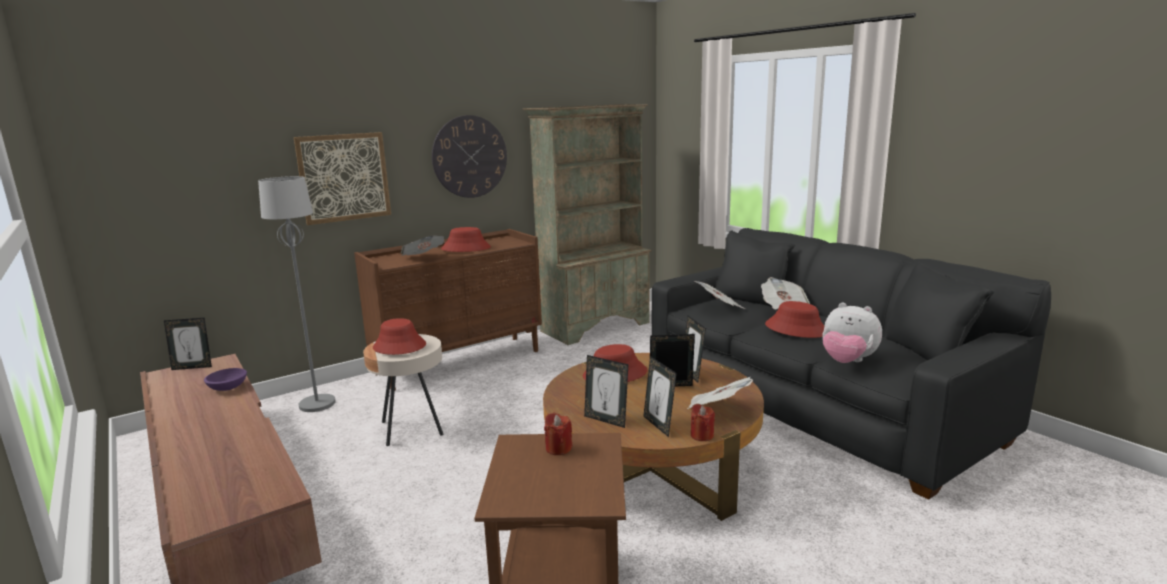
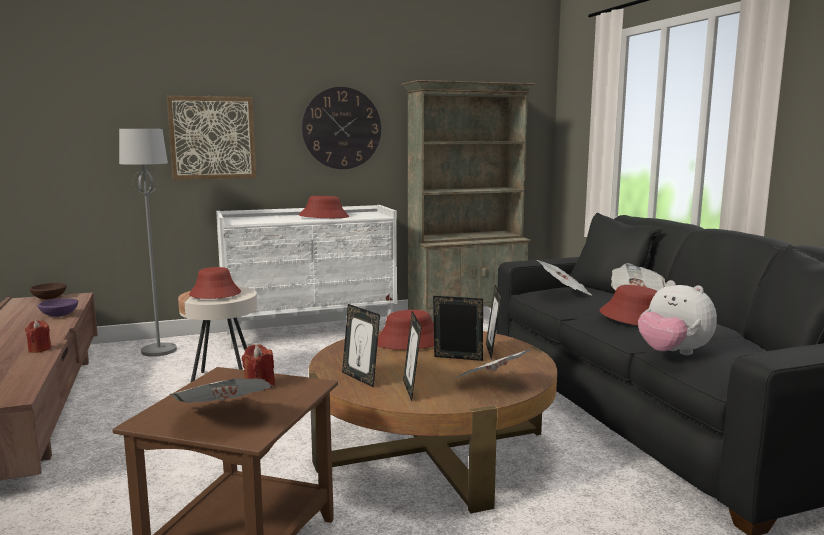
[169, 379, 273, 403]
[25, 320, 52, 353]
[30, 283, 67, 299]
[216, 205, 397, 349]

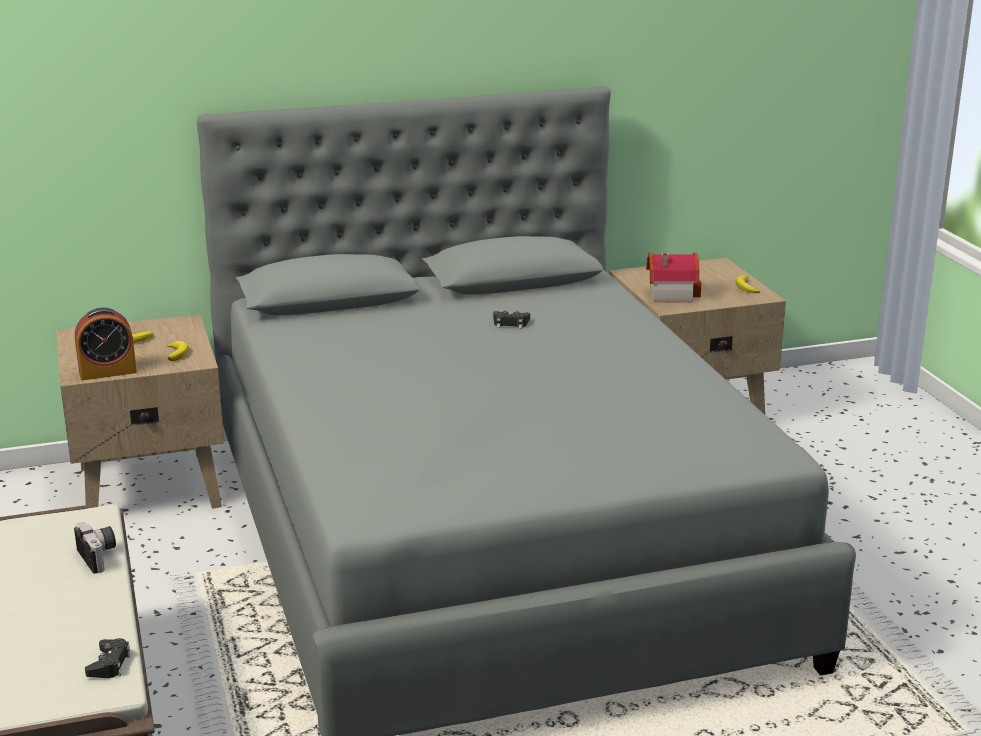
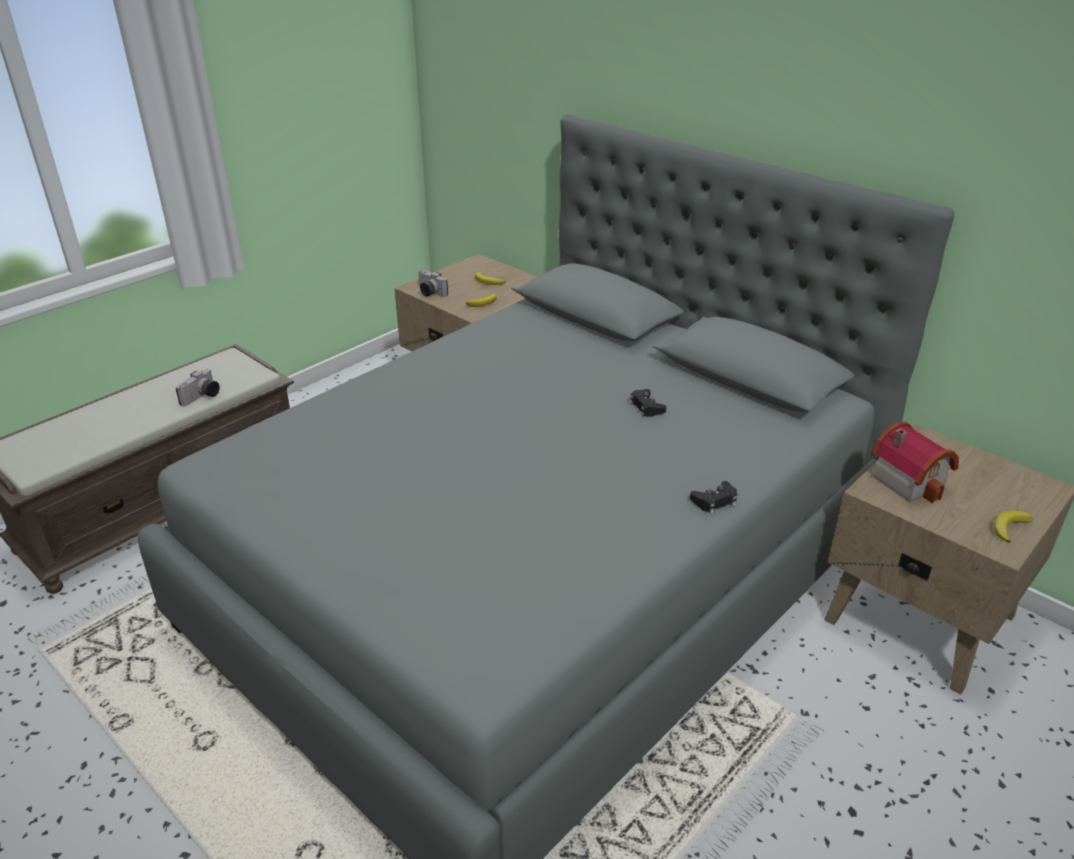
[690, 481, 738, 514]
[418, 270, 448, 297]

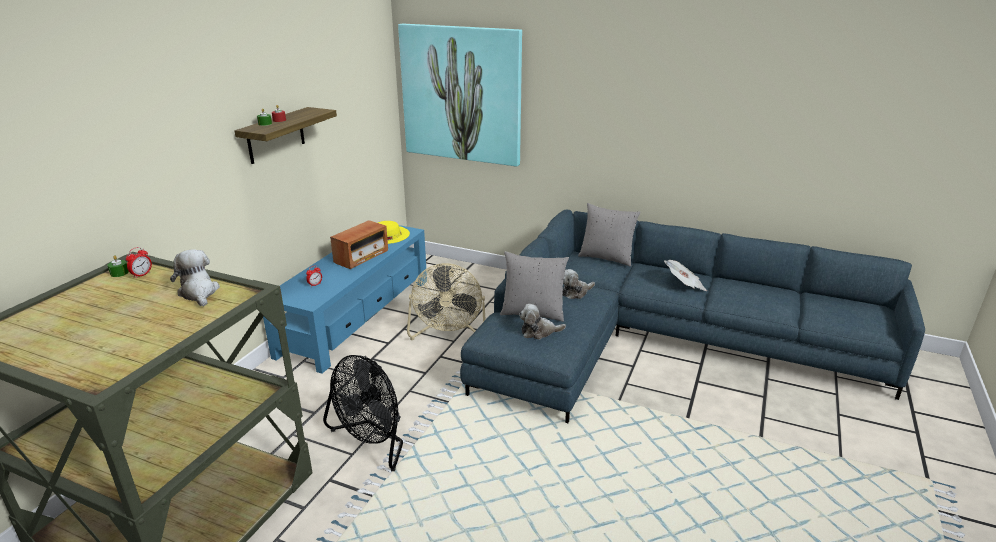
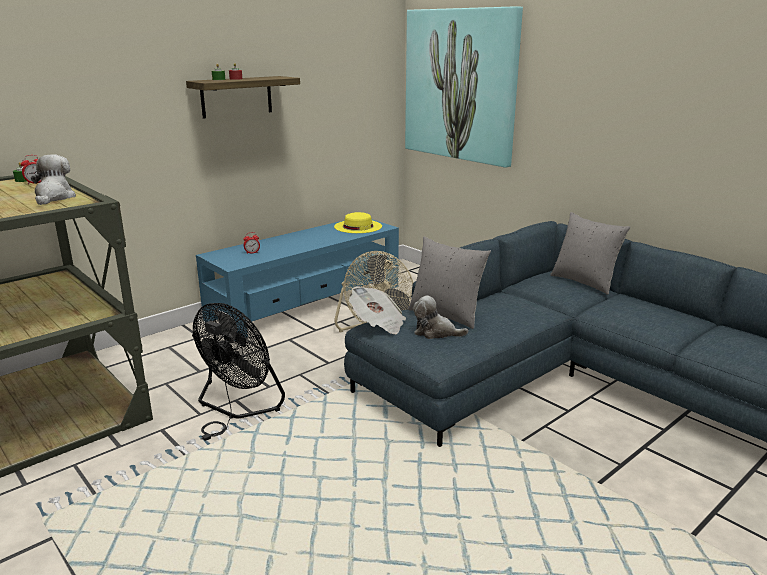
[330, 220, 388, 269] (first image)
[563, 269, 595, 299] (first image)
[349, 286, 406, 334]
[192, 303, 285, 441]

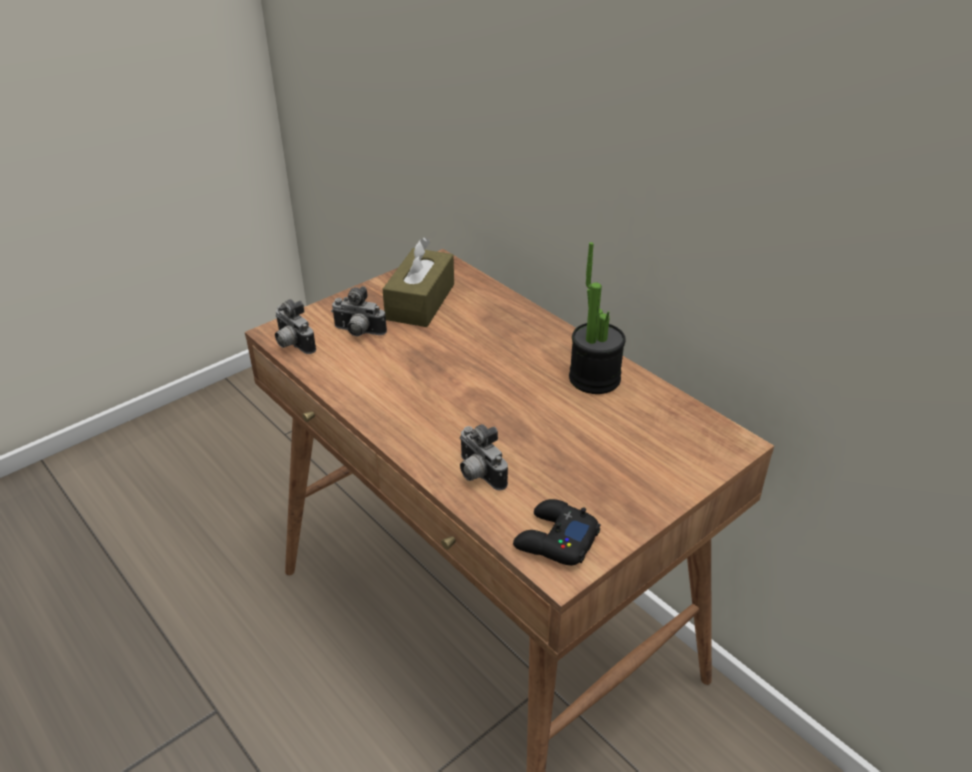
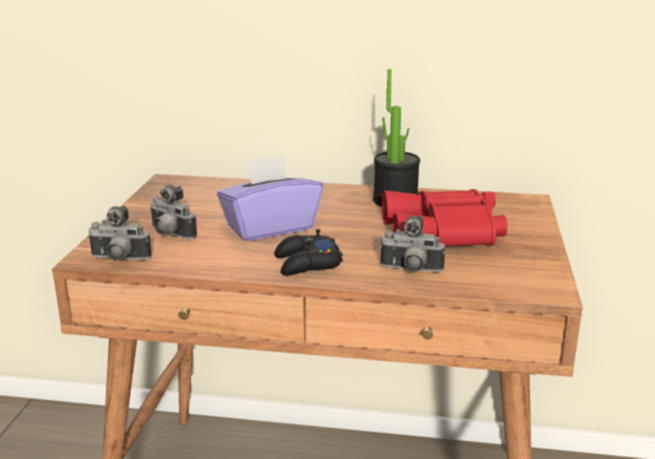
[383, 237, 454, 327] (first image)
[217, 154, 323, 241]
[382, 189, 507, 246]
[274, 229, 343, 276]
[150, 185, 197, 240]

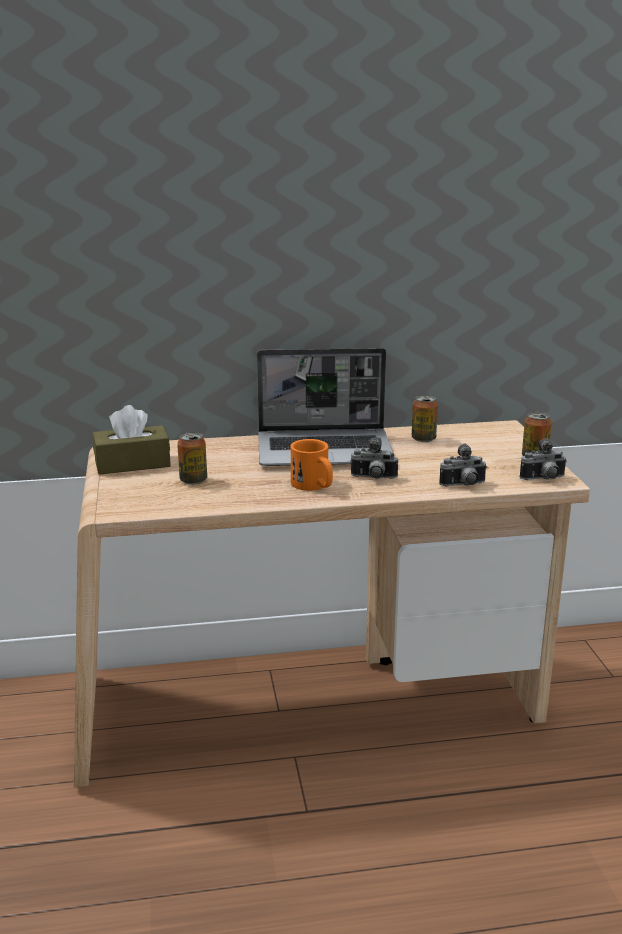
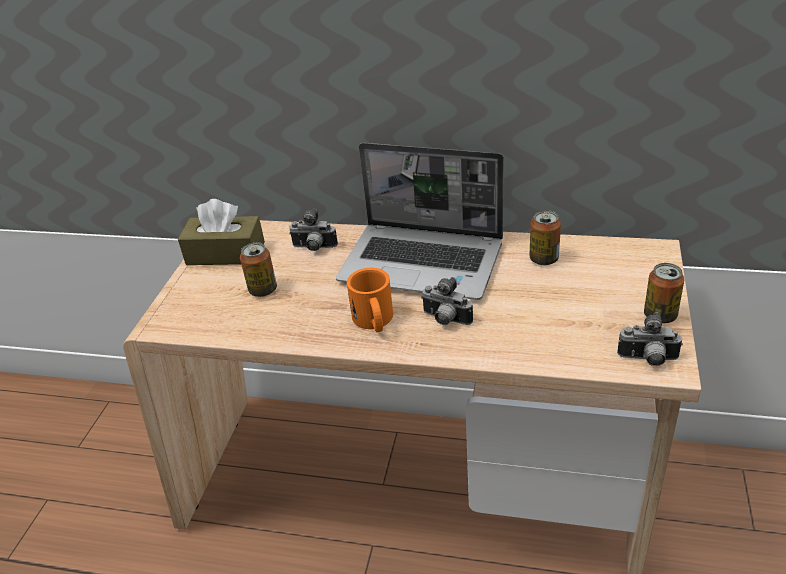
[289, 209, 338, 251]

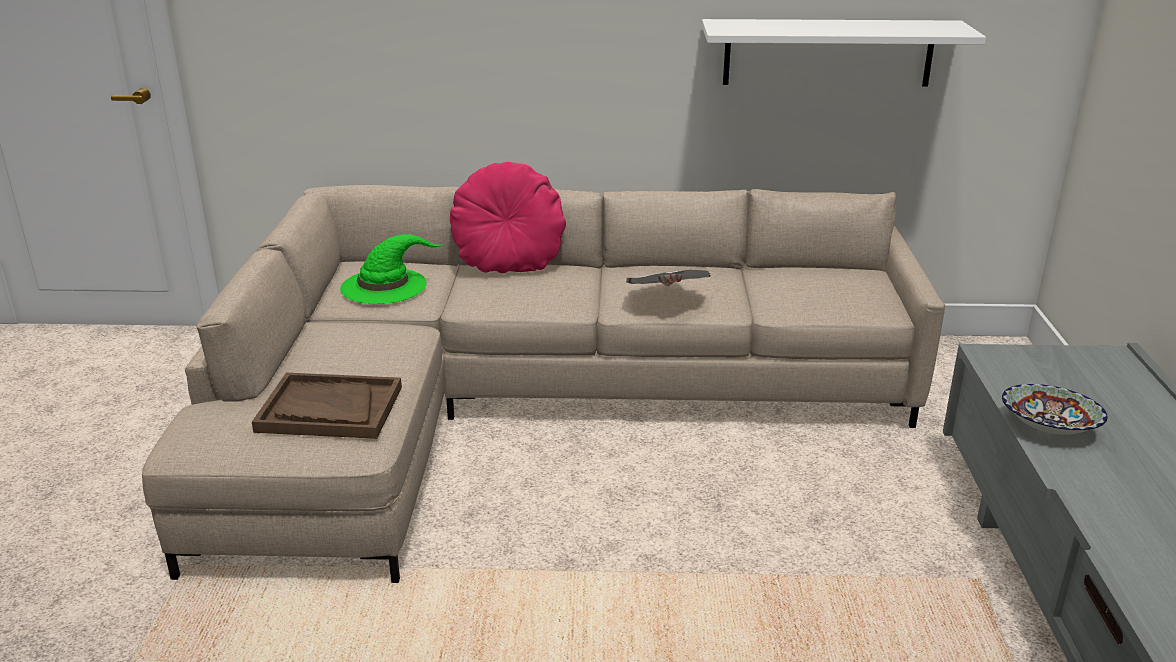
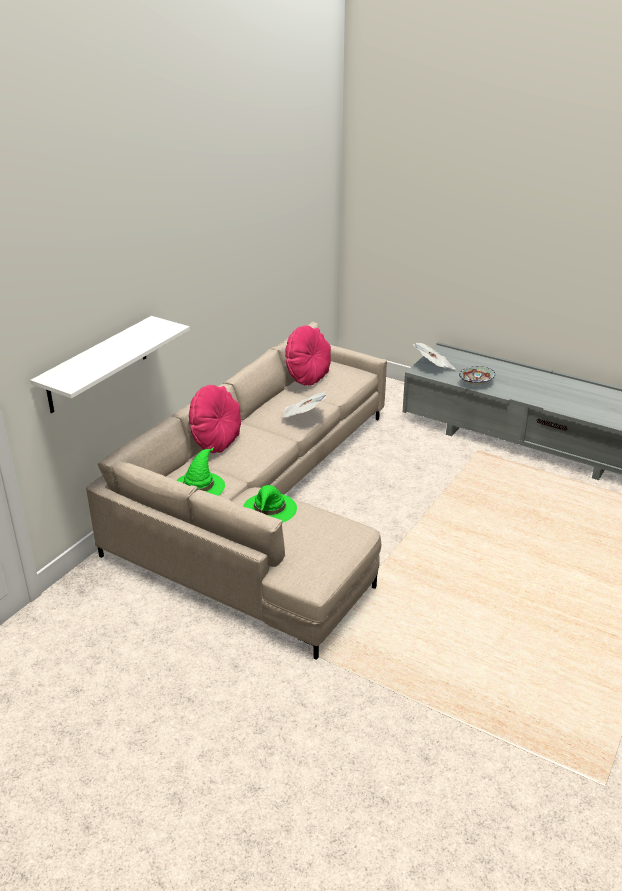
[252, 373, 402, 439] (first image)
[243, 485, 297, 523]
[285, 326, 331, 386]
[413, 343, 456, 370]
[30, 316, 190, 413]

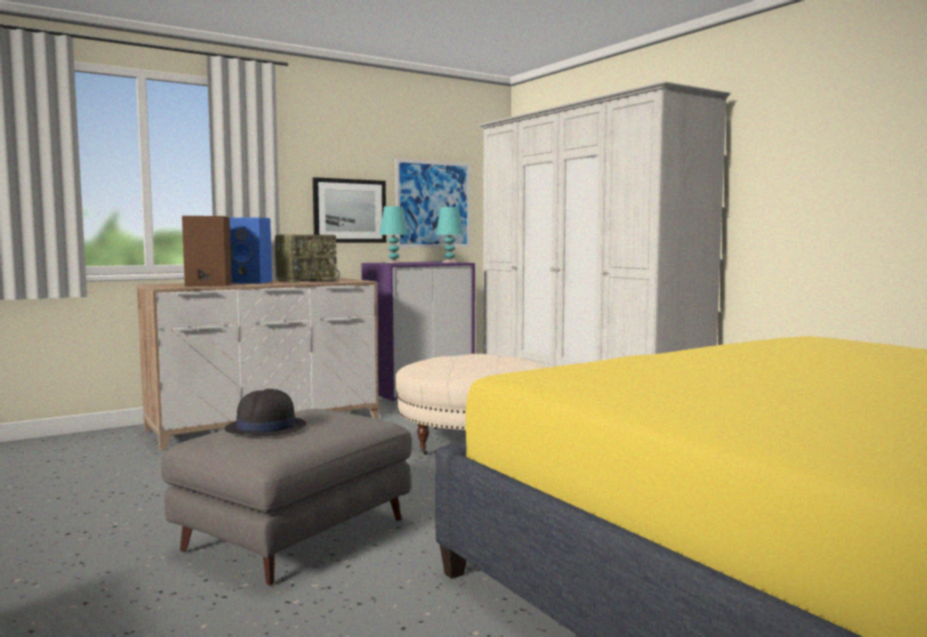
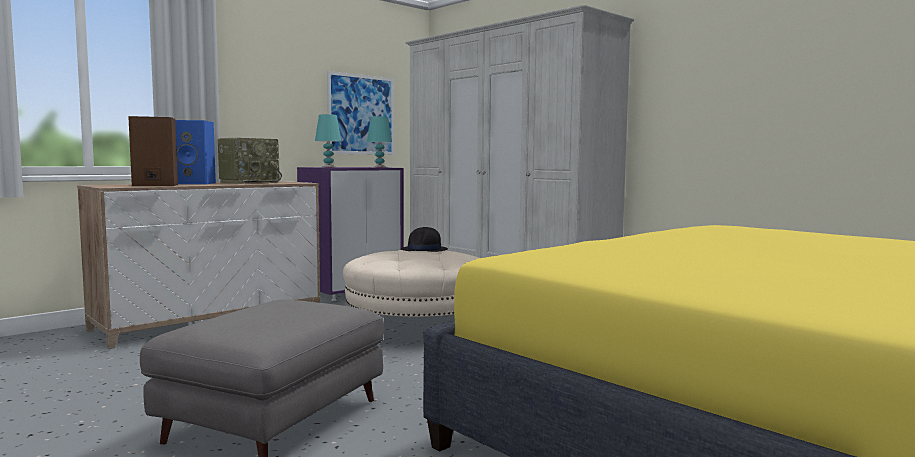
[313, 177, 386, 243] (first image)
[401, 227, 448, 252]

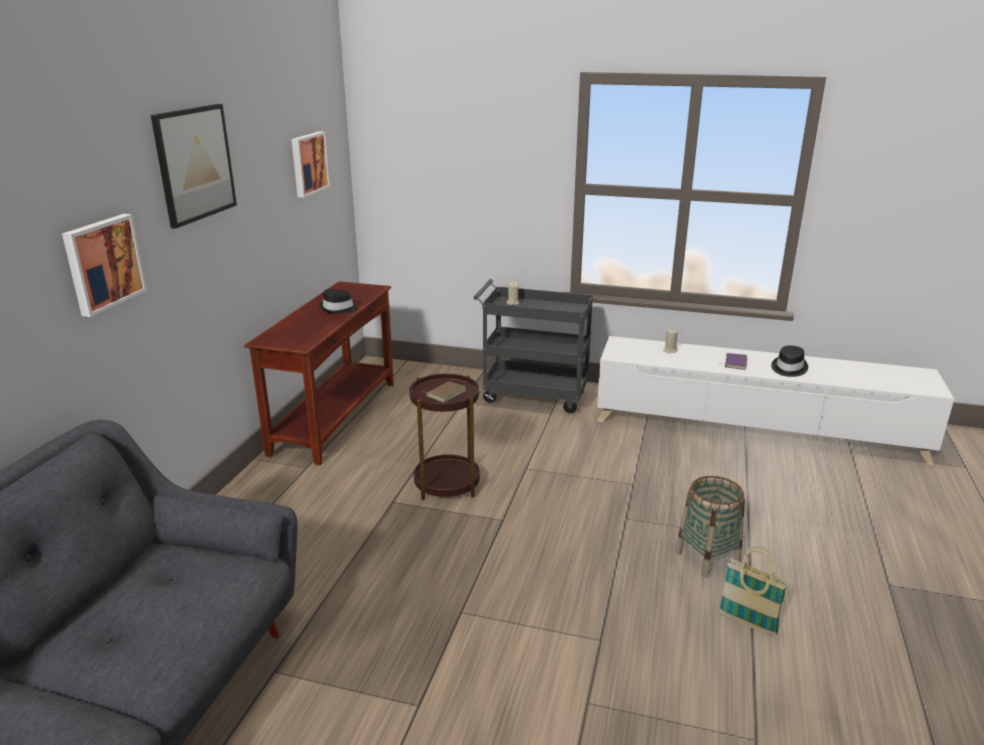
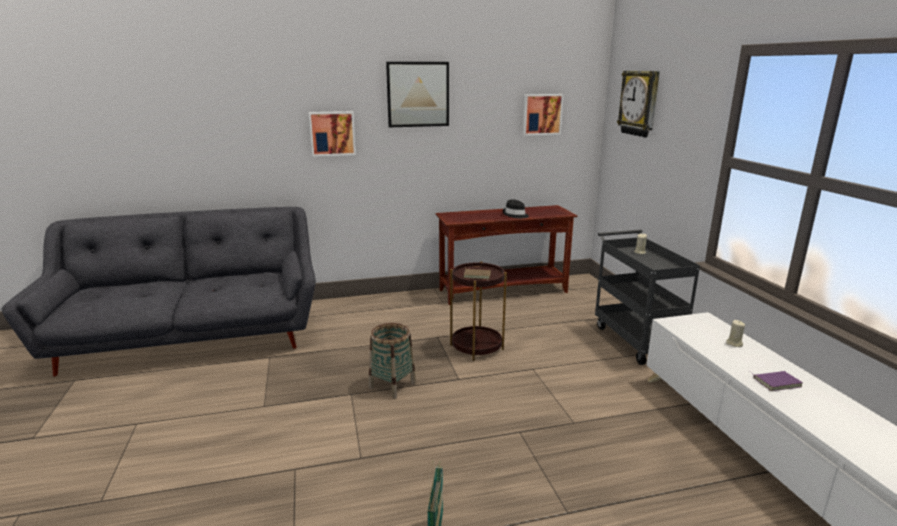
[771, 345, 808, 377] (first image)
[617, 71, 660, 137]
[369, 323, 416, 399]

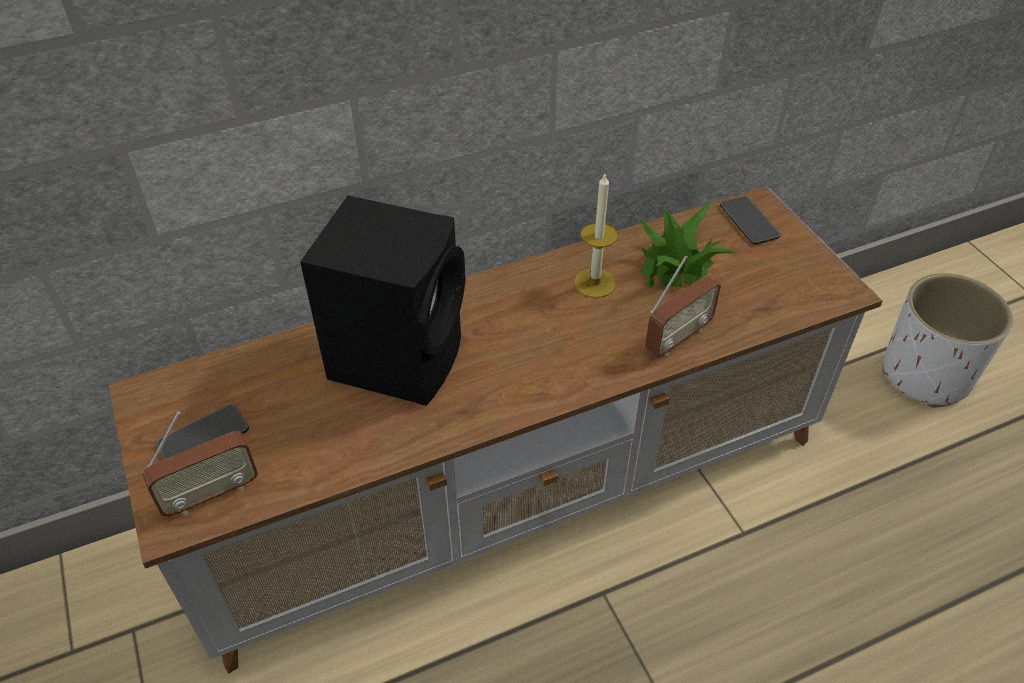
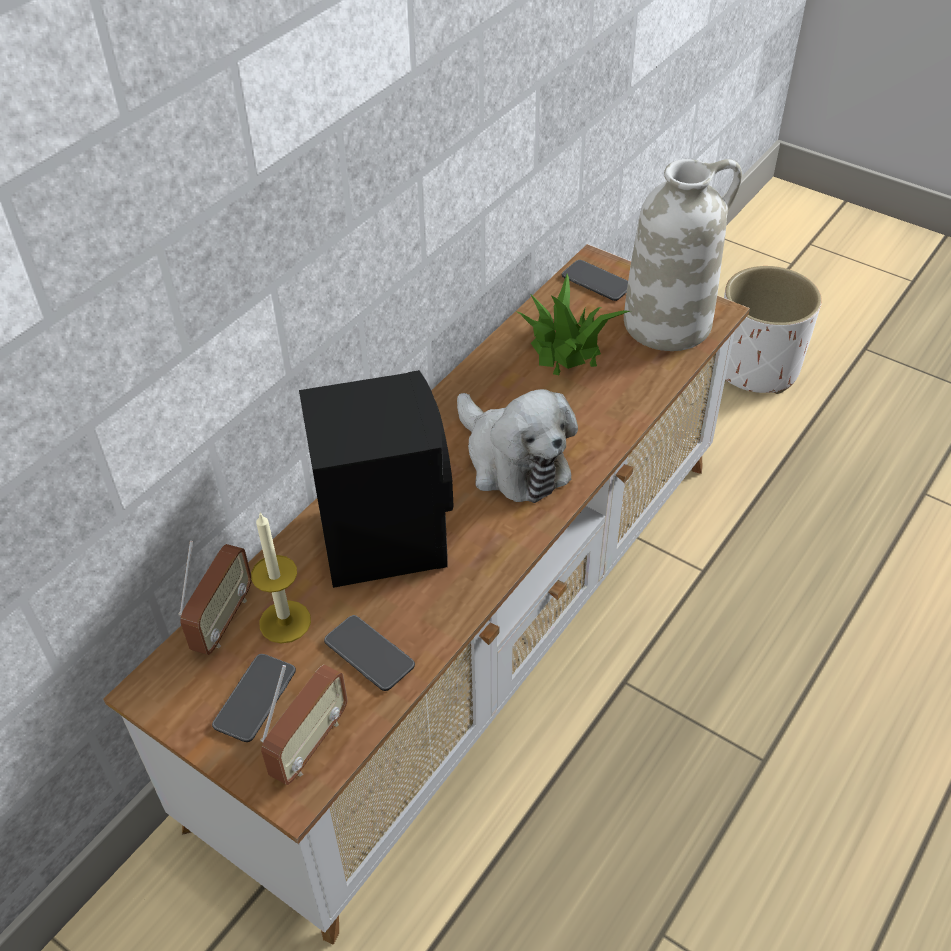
[324, 615, 415, 691]
[457, 389, 578, 503]
[624, 159, 742, 351]
[251, 512, 311, 643]
[178, 541, 252, 655]

